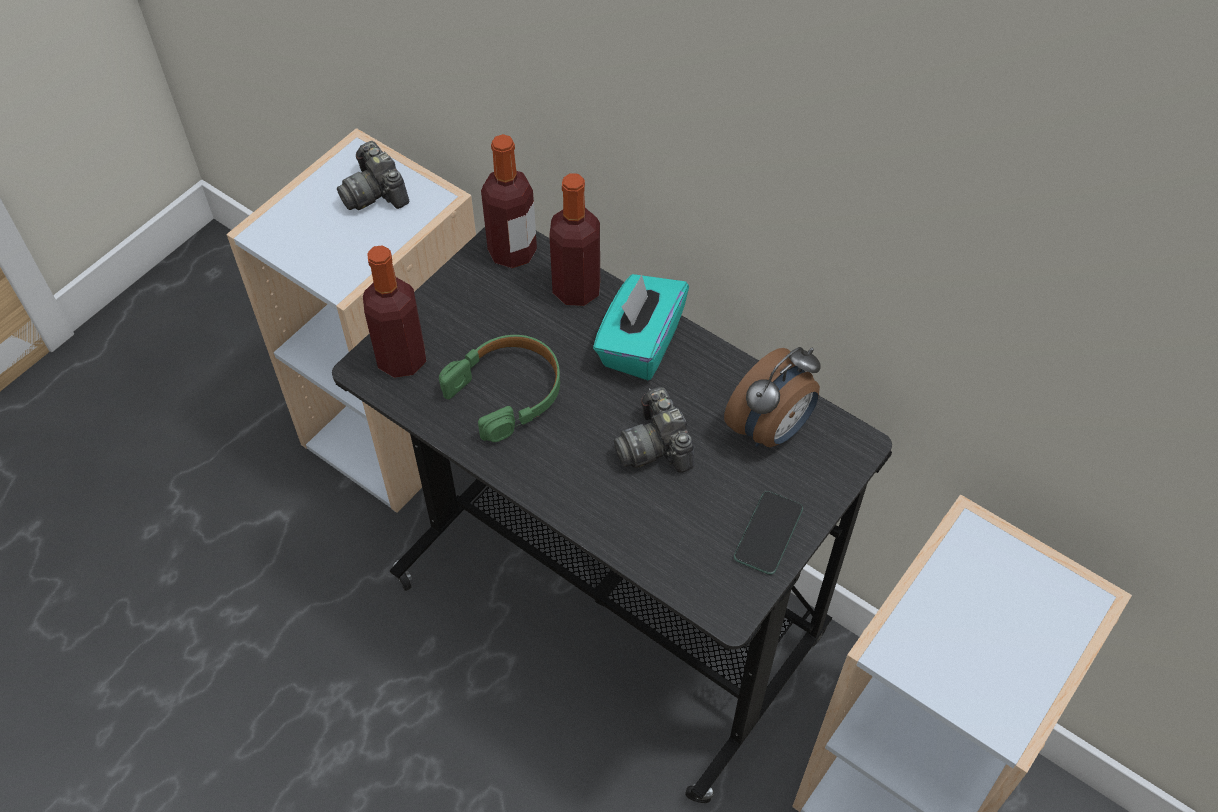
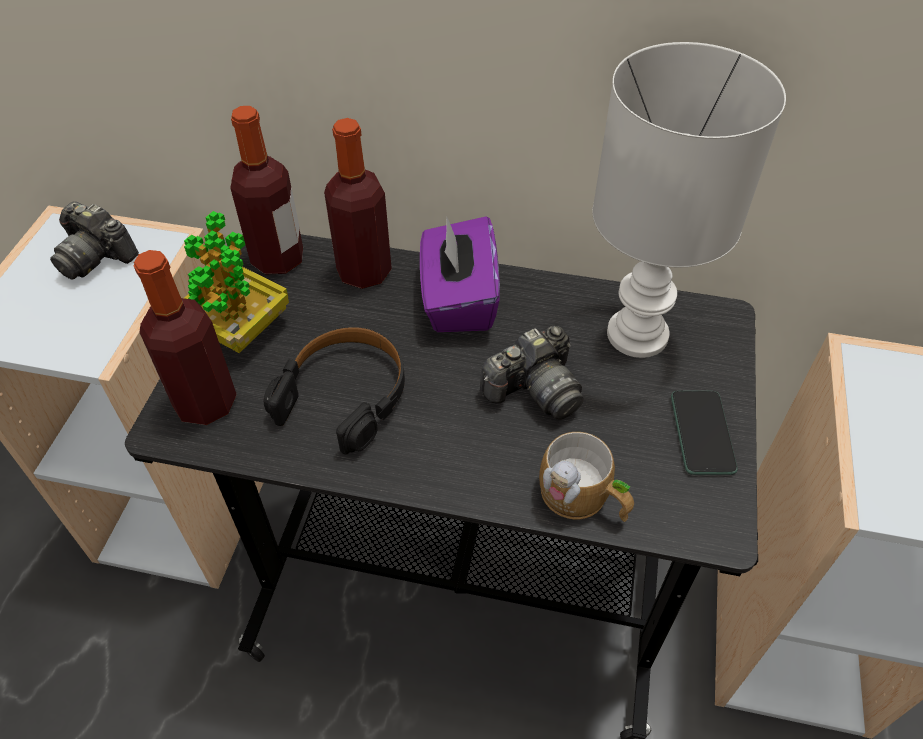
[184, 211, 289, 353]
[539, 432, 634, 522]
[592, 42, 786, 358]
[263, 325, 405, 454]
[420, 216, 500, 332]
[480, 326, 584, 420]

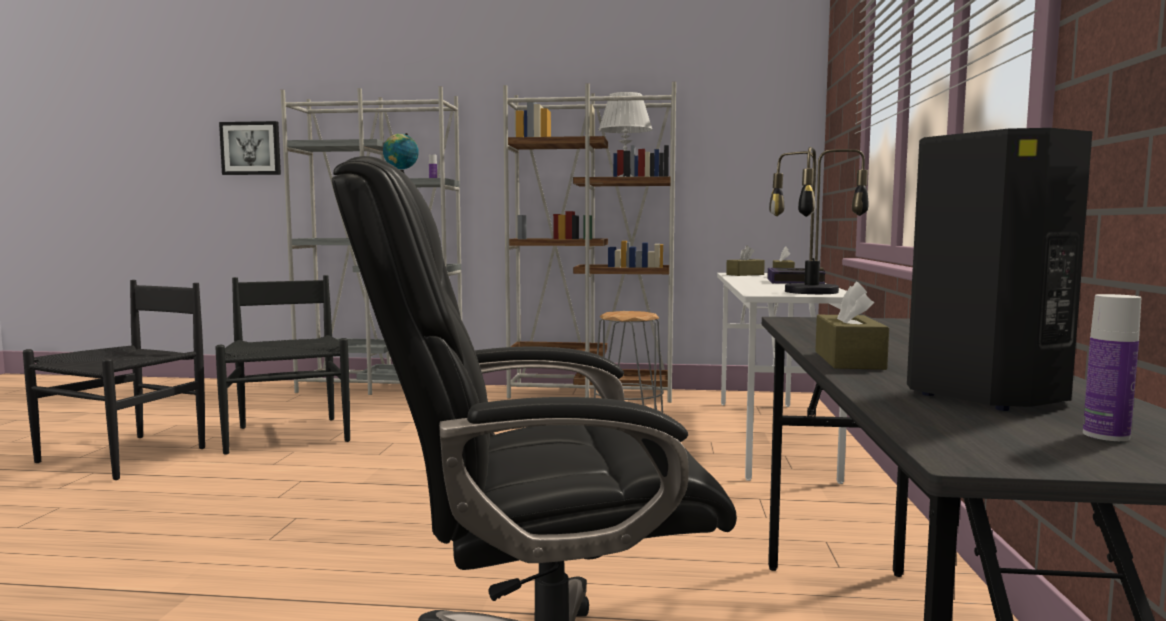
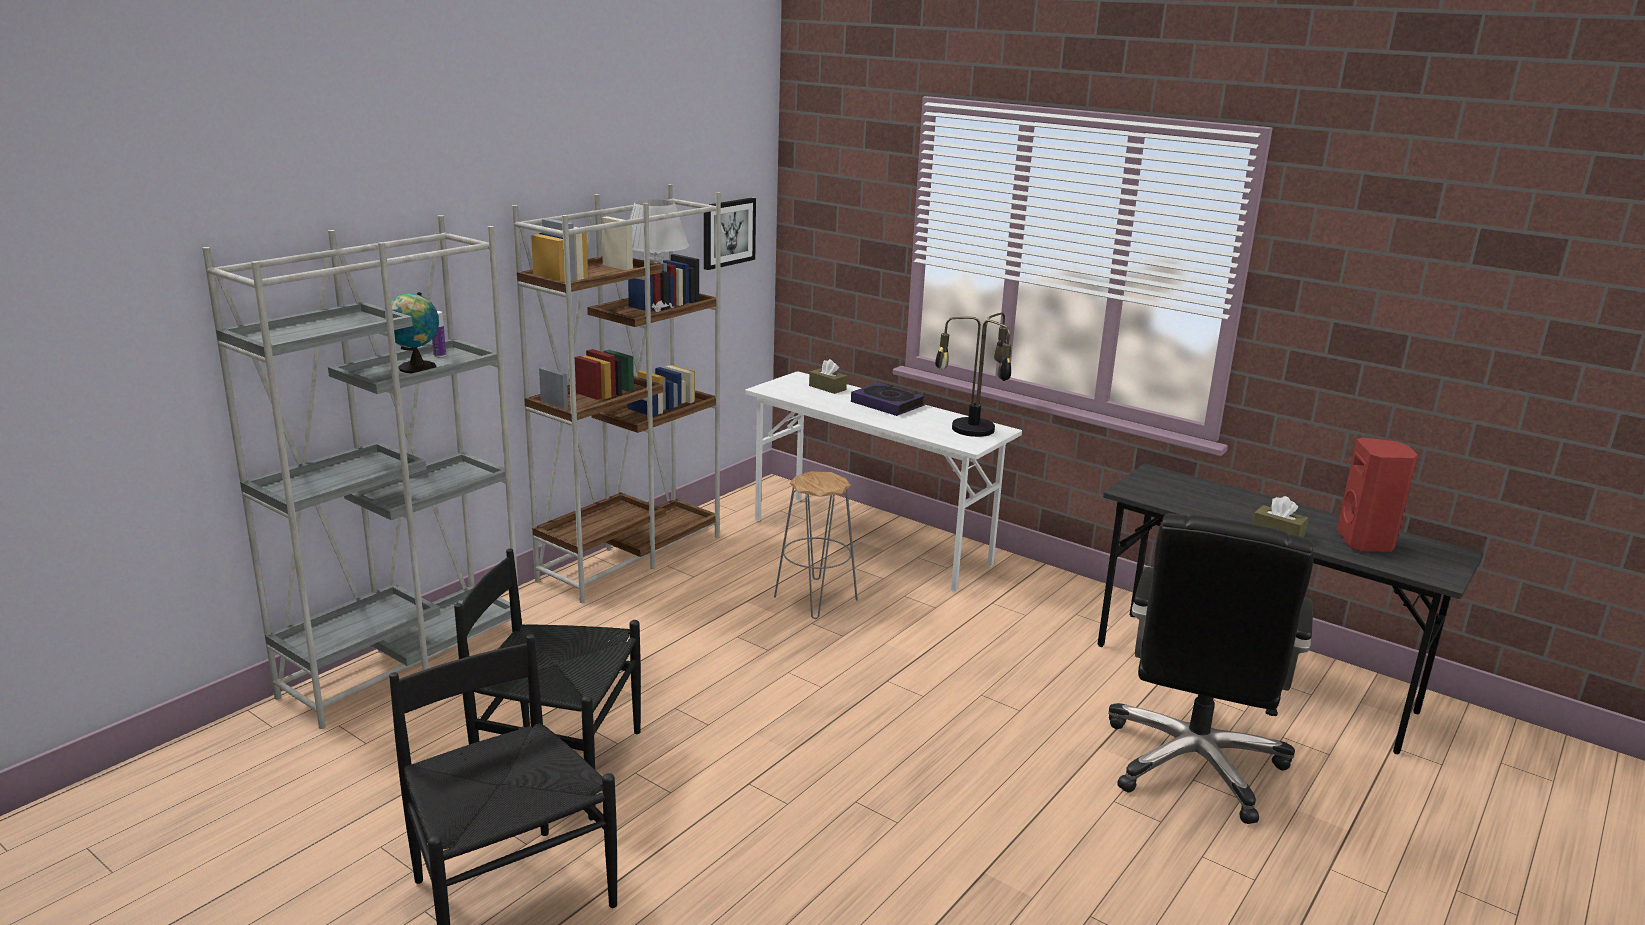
[726, 246, 765, 276] (first image)
[1083, 294, 1142, 441] (first image)
[704, 198, 756, 270]
[1337, 437, 1418, 552]

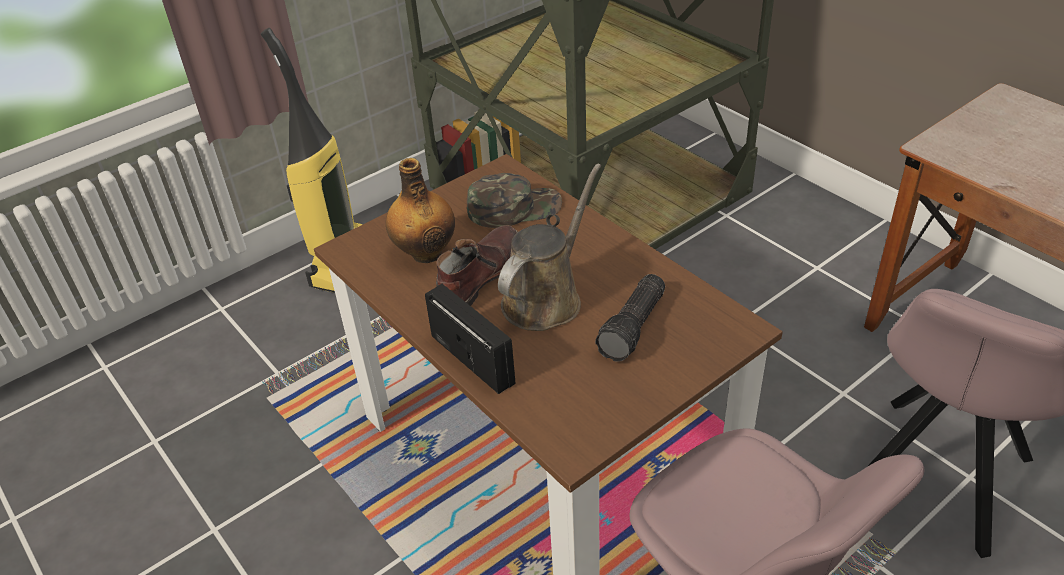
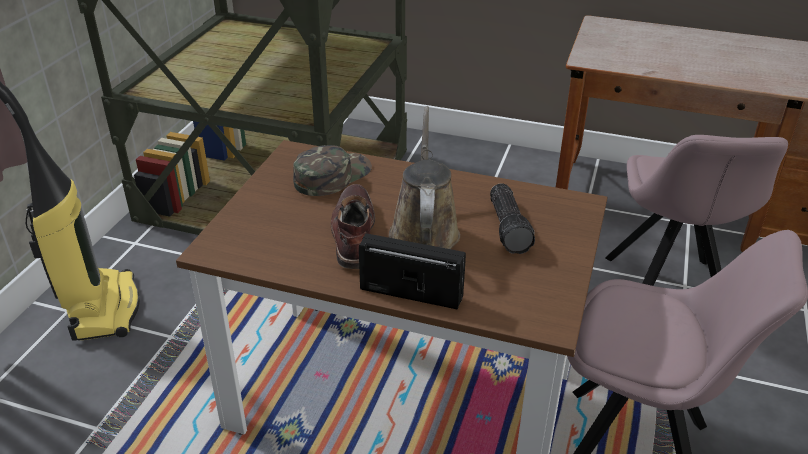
[386, 158, 455, 263] (first image)

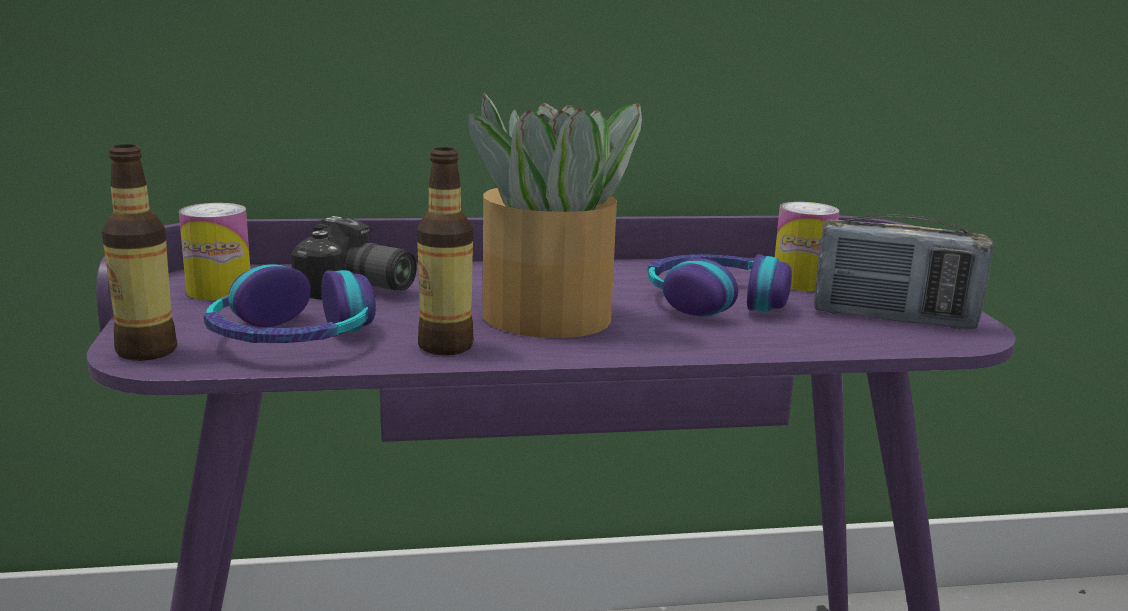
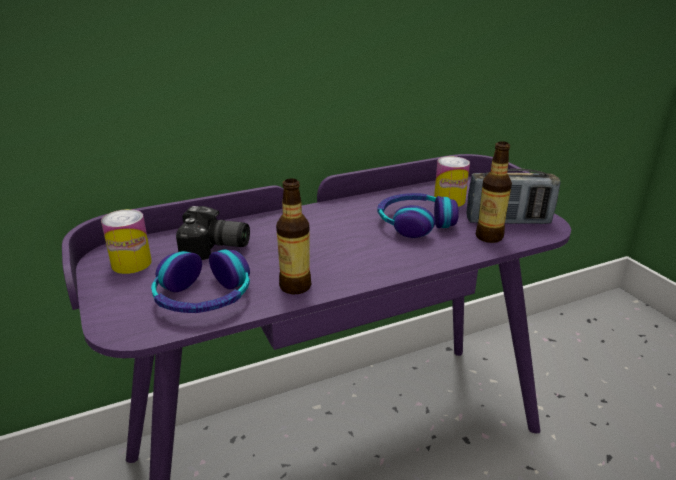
[468, 93, 642, 338] (first image)
[476, 141, 512, 243]

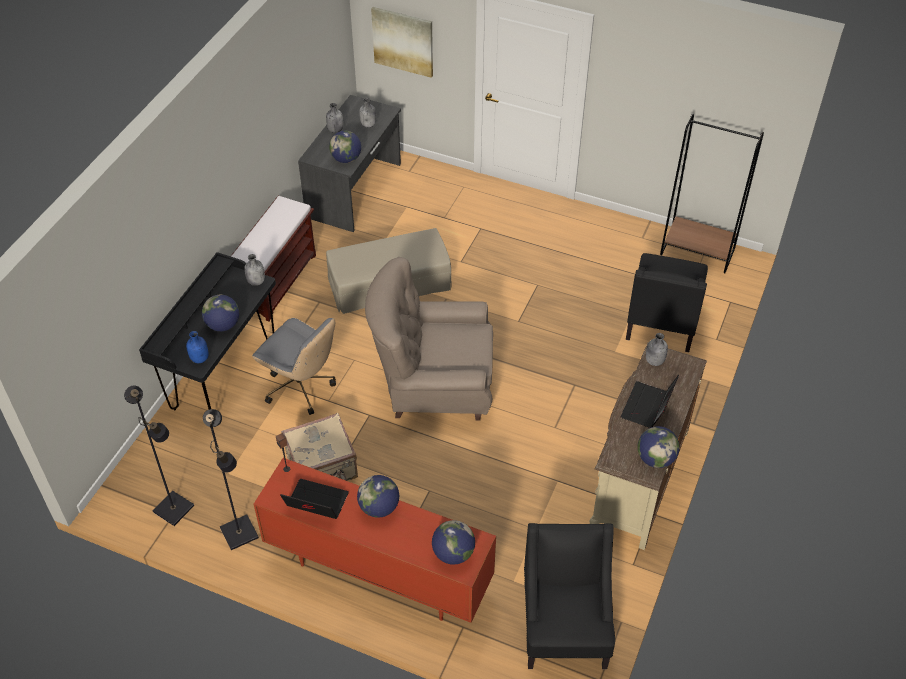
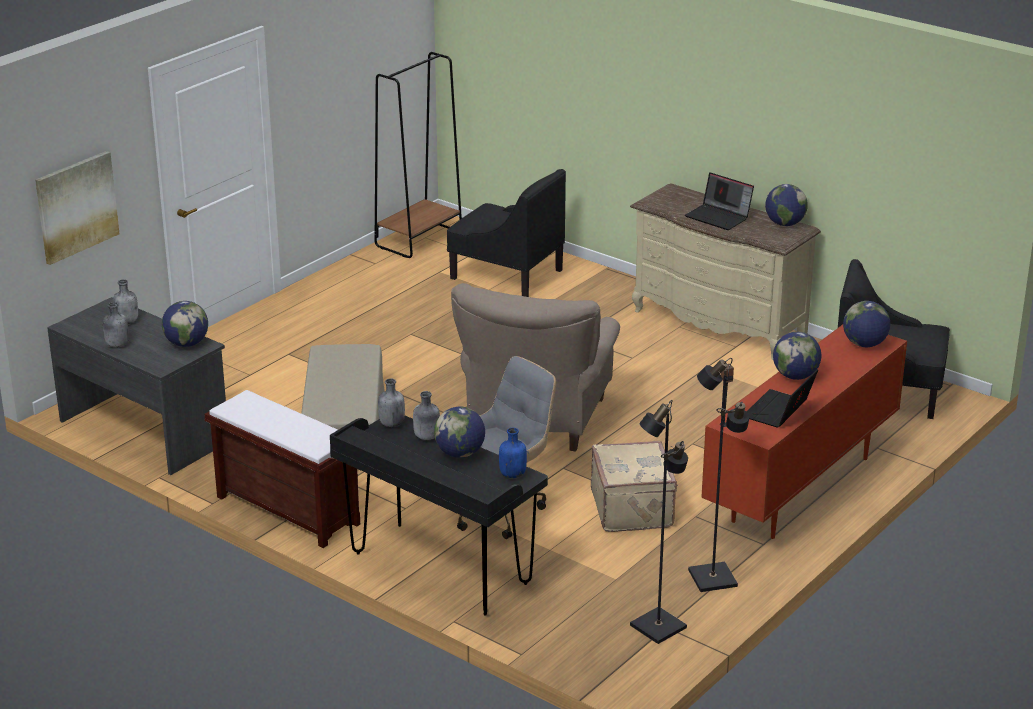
[413, 391, 440, 440]

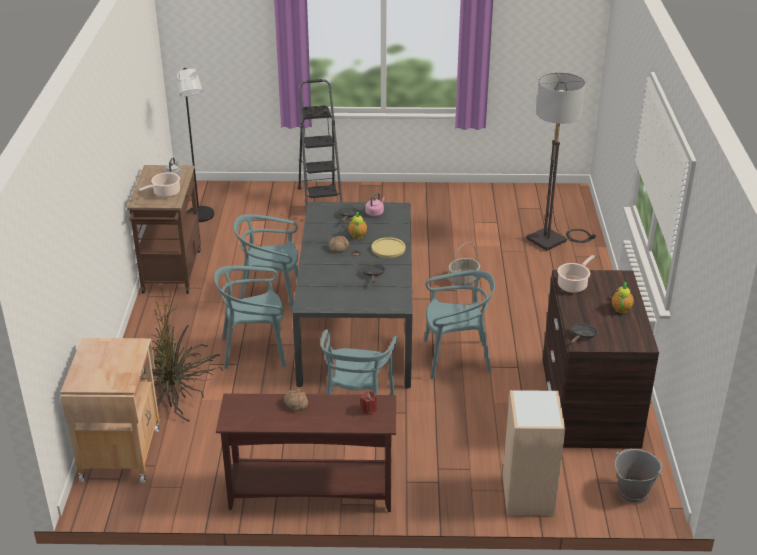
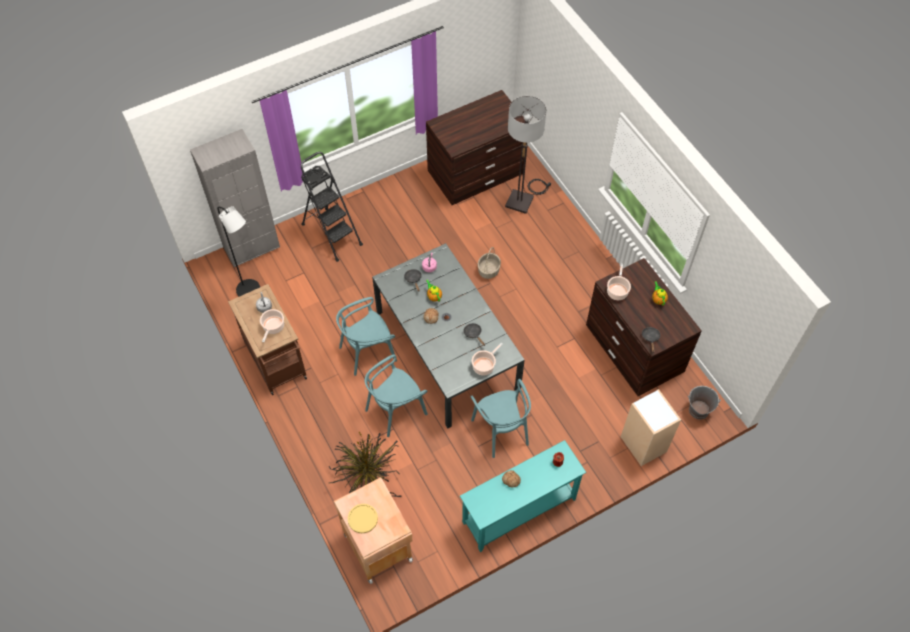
[424, 270, 495, 379] (first image)
[190, 129, 280, 267]
[426, 90, 527, 205]
[472, 343, 503, 376]
[348, 504, 378, 533]
[460, 440, 586, 552]

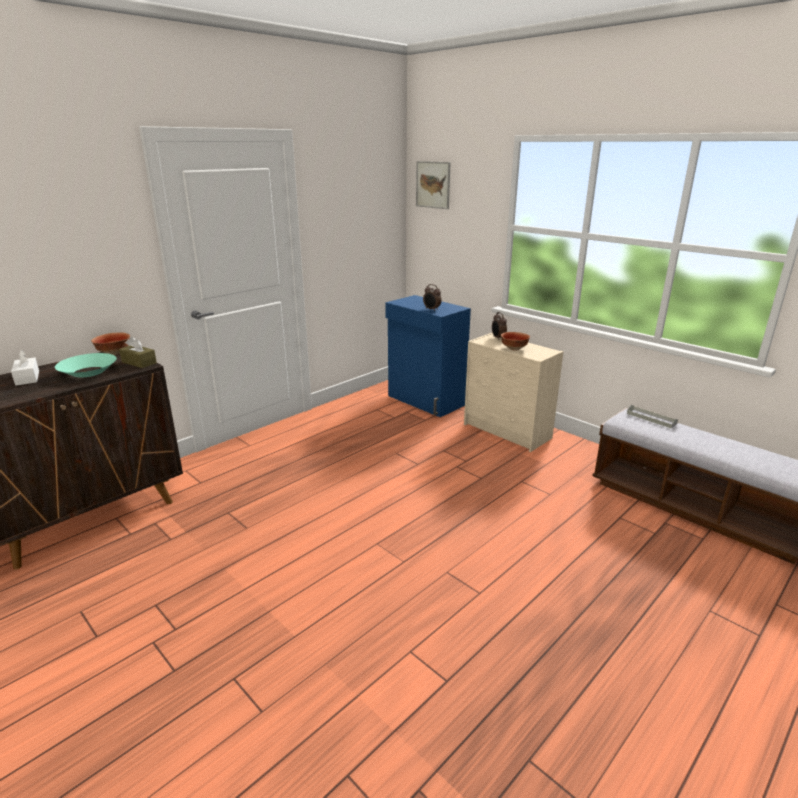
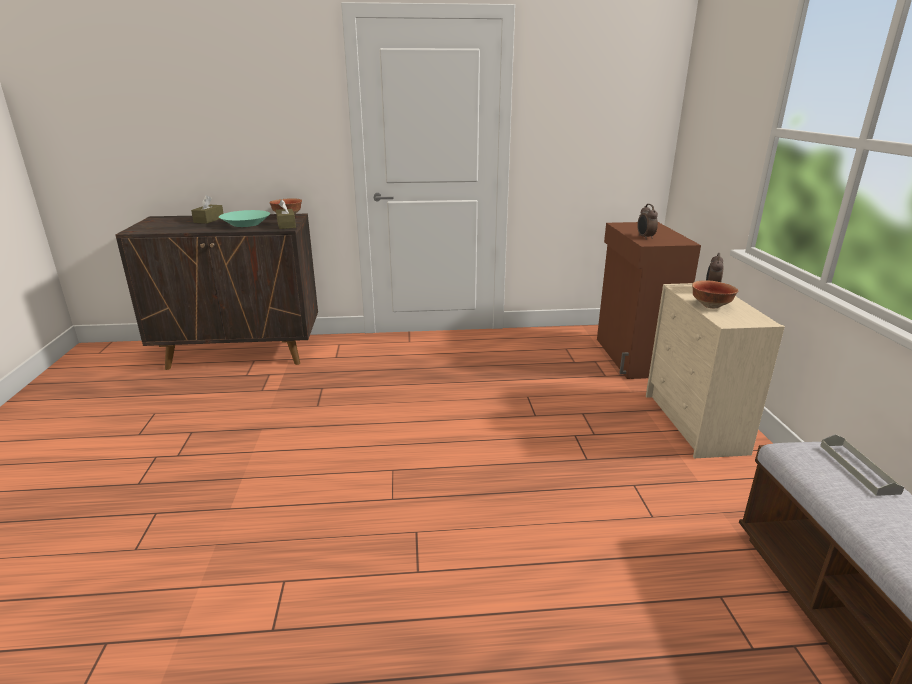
[416, 161, 451, 209] (first image)
[191, 195, 224, 224]
[597, 222, 701, 379]

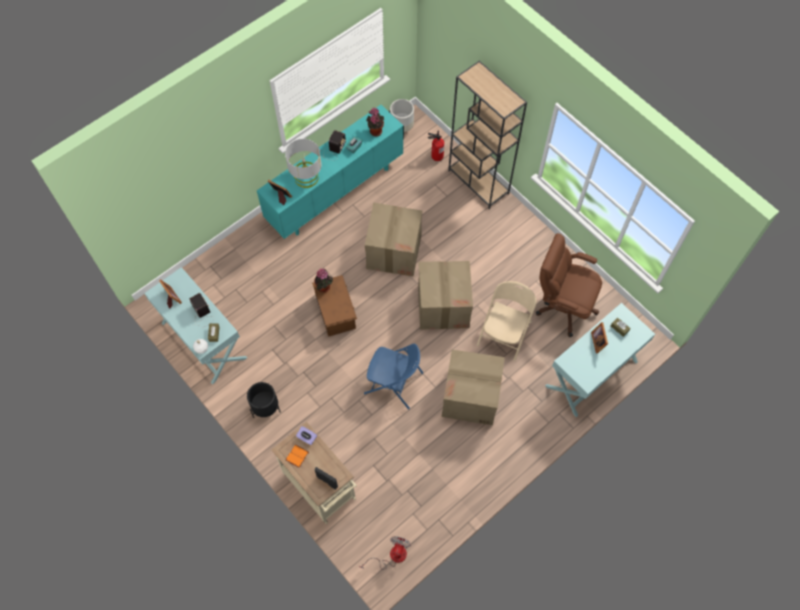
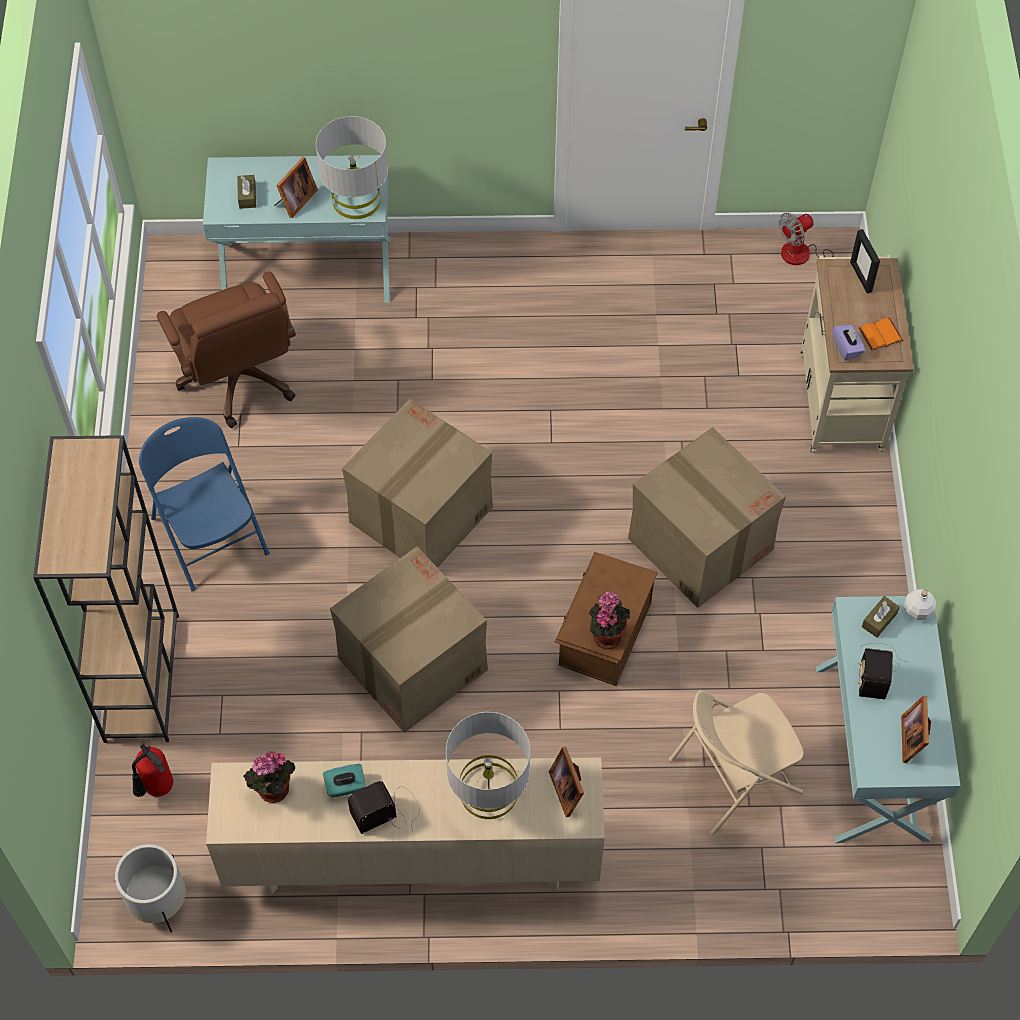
[247, 382, 281, 418] (first image)
[316, 116, 388, 219]
[139, 417, 270, 591]
[628, 427, 786, 608]
[669, 690, 804, 836]
[206, 757, 605, 895]

